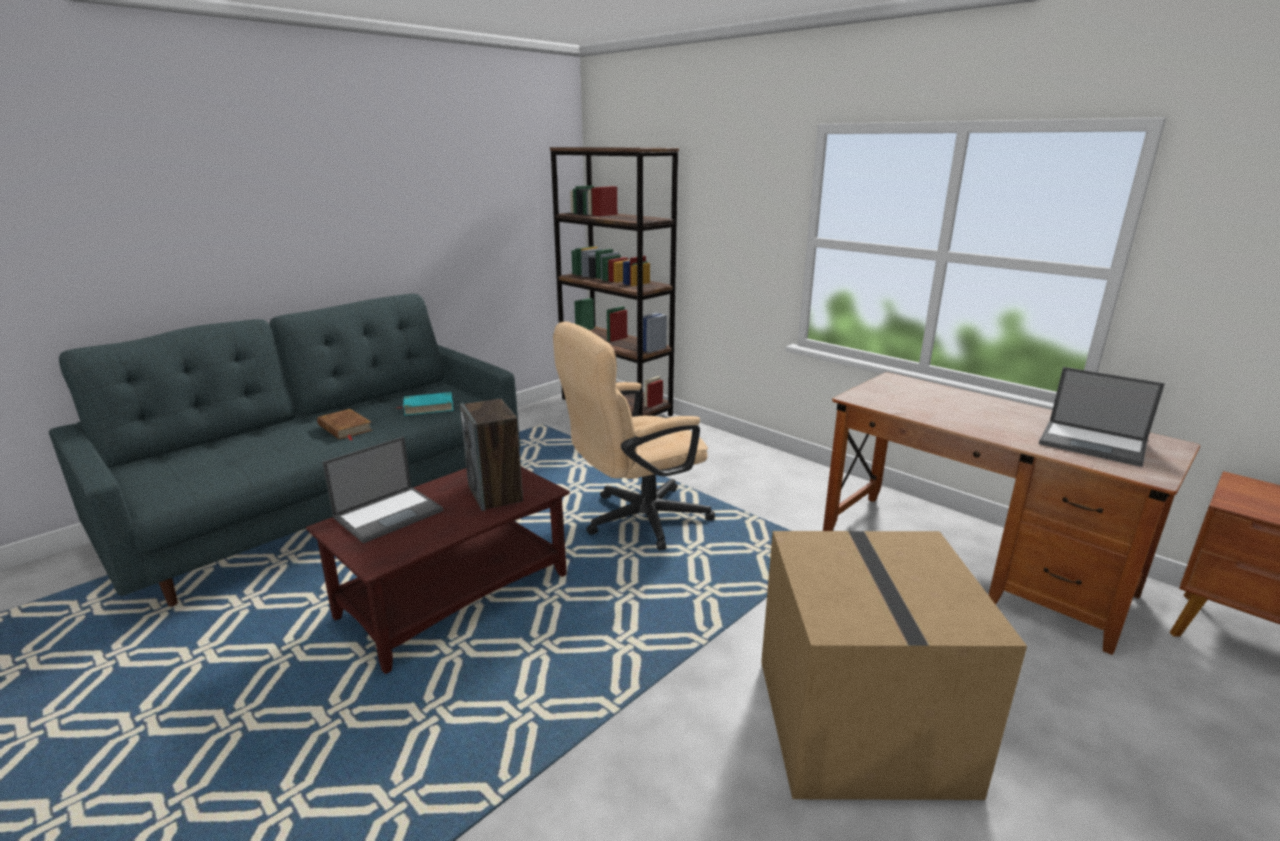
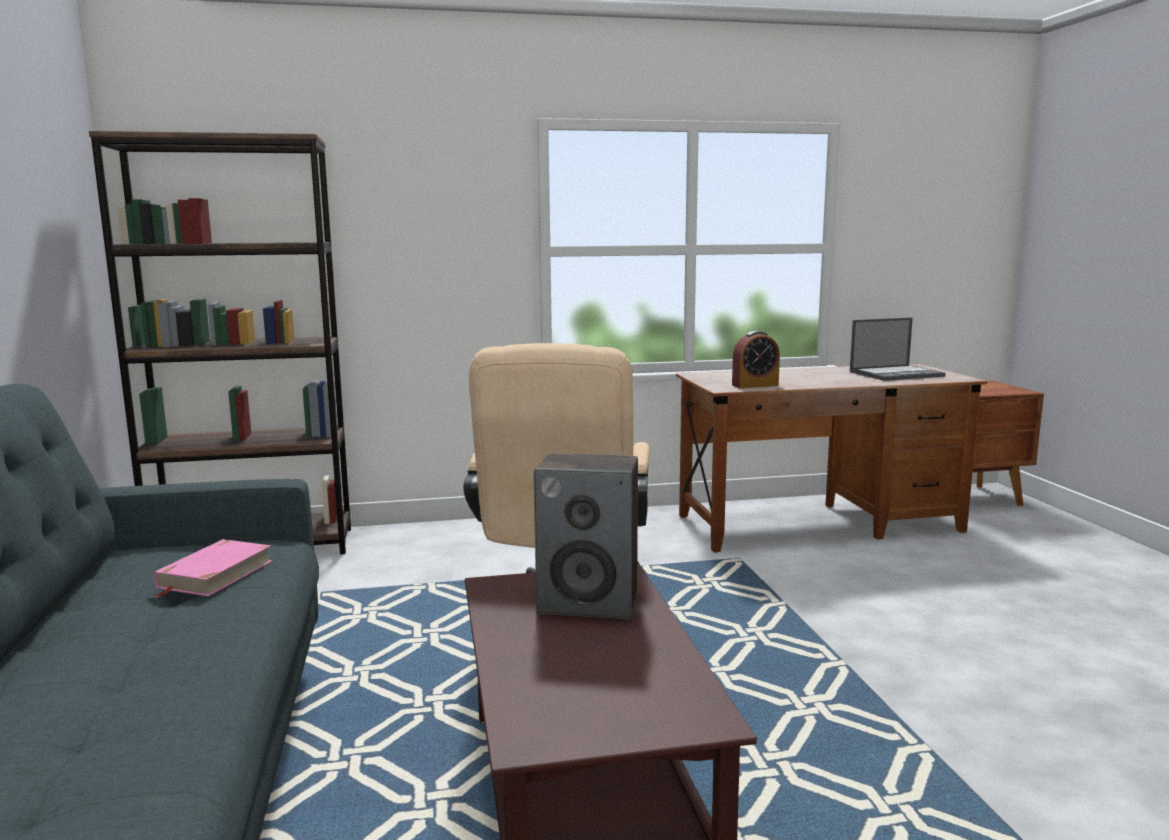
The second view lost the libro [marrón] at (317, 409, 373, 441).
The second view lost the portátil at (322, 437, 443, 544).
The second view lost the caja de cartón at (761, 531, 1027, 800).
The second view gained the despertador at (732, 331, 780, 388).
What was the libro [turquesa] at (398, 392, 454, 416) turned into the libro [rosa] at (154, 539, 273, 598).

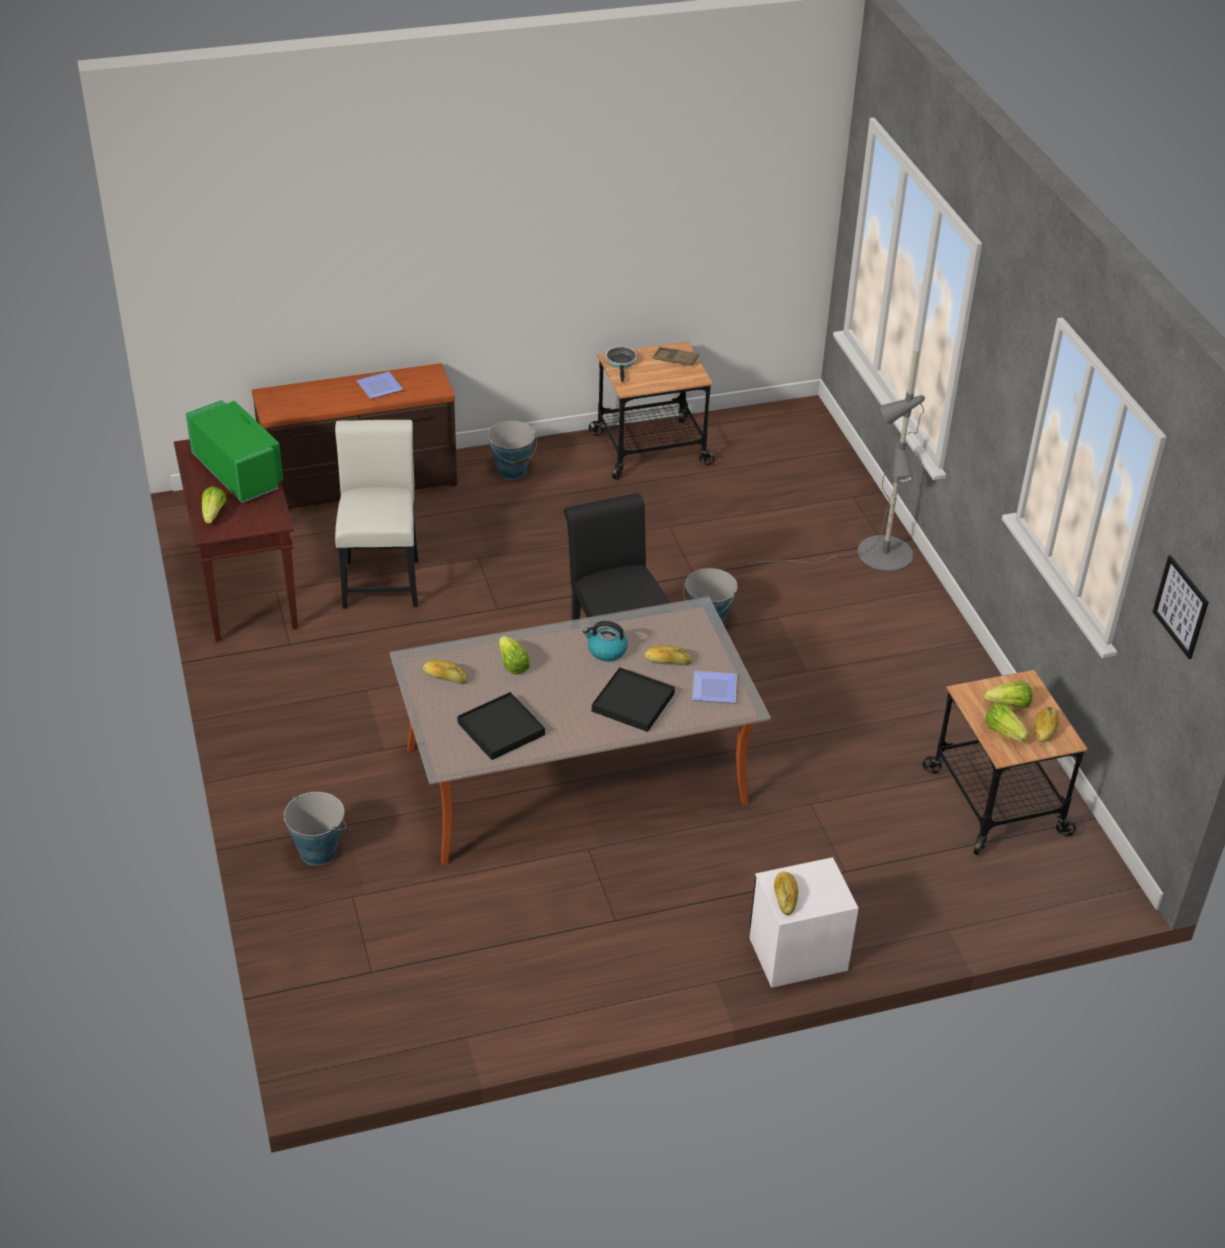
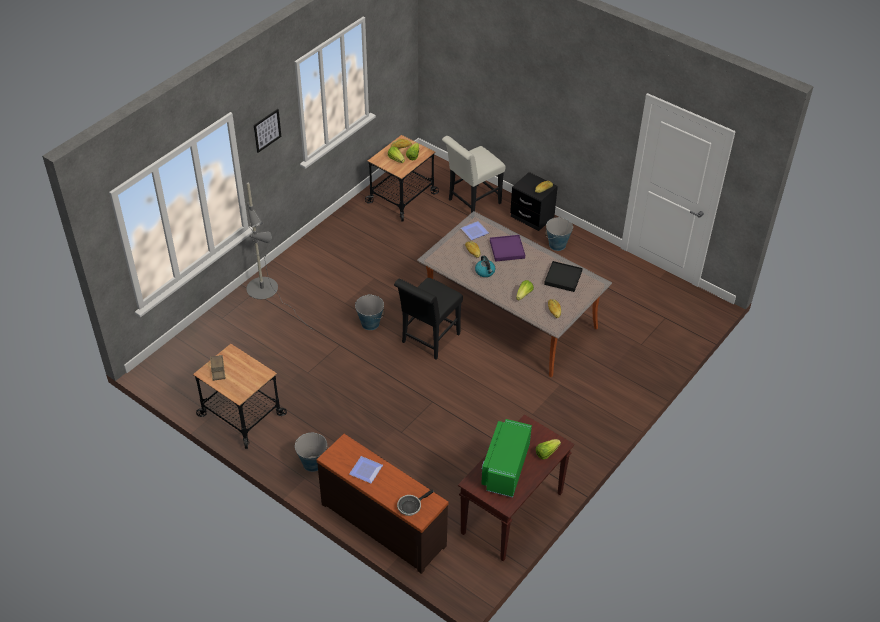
The cubo ended up elsewhere, having gone from (284, 792, 346, 865) to (545, 217, 573, 251).
The silla [blanco] ended up elsewhere, having gone from (335, 420, 418, 609) to (442, 136, 506, 213).
The sartén ended up elsewhere, having gone from (605, 346, 637, 383) to (397, 489, 434, 516).
The cuadro ended up elsewhere, having gone from (1153, 555, 1209, 659) to (254, 109, 282, 153).
What was the bandeja [negro] at (592, 667, 675, 732) turned into the bandeja [morado] at (490, 235, 525, 262).
What was the mesita de noche [blanco] at (750, 857, 859, 988) turned into the mesita de noche [negro] at (510, 172, 558, 231).

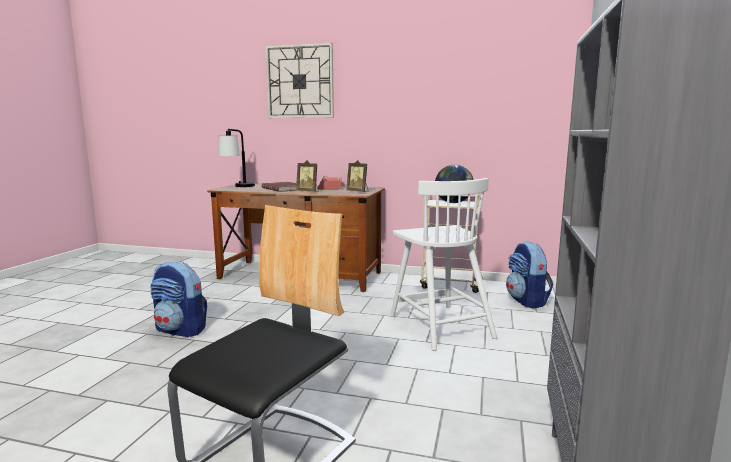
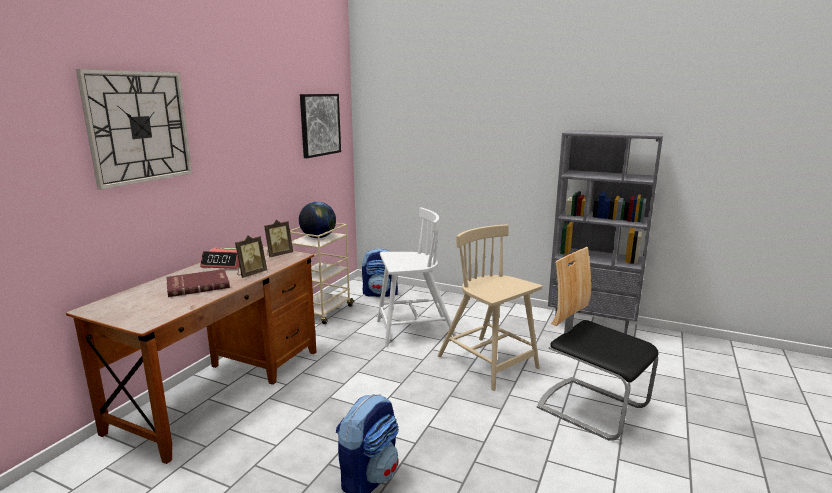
The second view lost the lámpara de mesa at (218, 129, 255, 187).
The second view gained the cuadro at (300, 94, 341, 158).
The second view gained the silla [beis] at (438, 225, 542, 391).

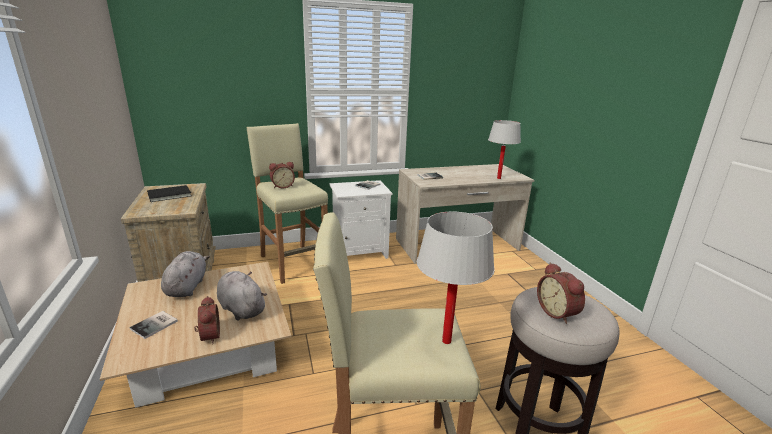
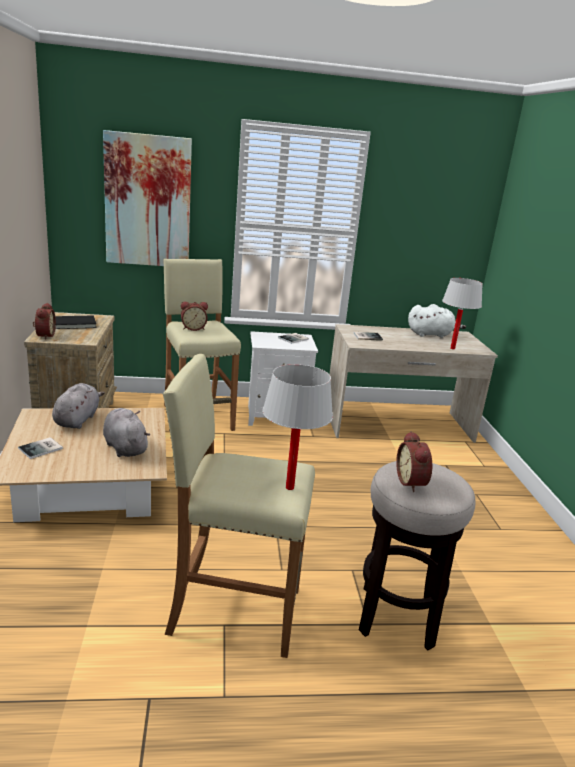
The second view gained the cuadro at (103, 130, 192, 266).
The second view gained the peluche [blanco] at (408, 304, 466, 338).
The despertador ended up elsewhere, having gone from (194, 296, 220, 344) to (33, 303, 56, 340).

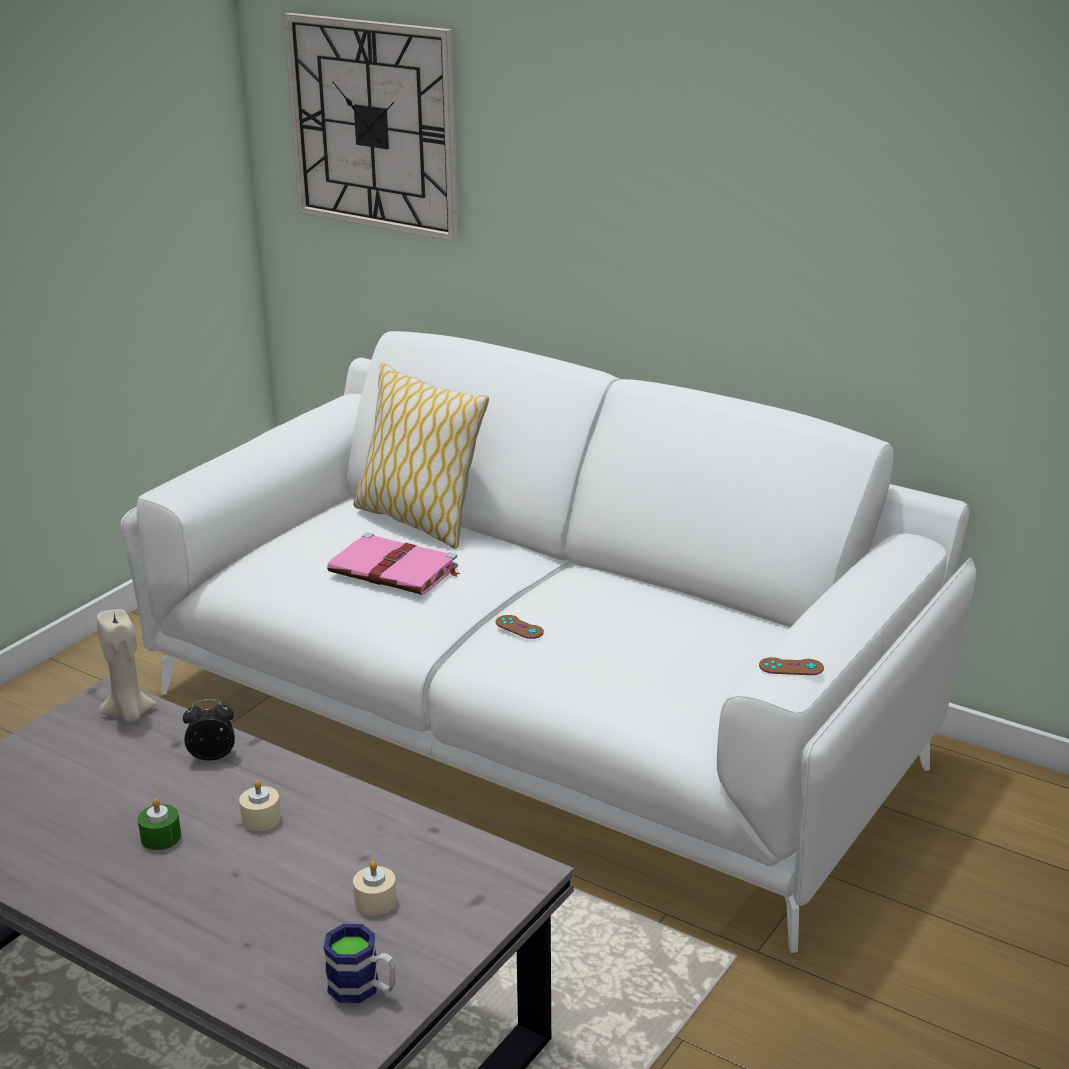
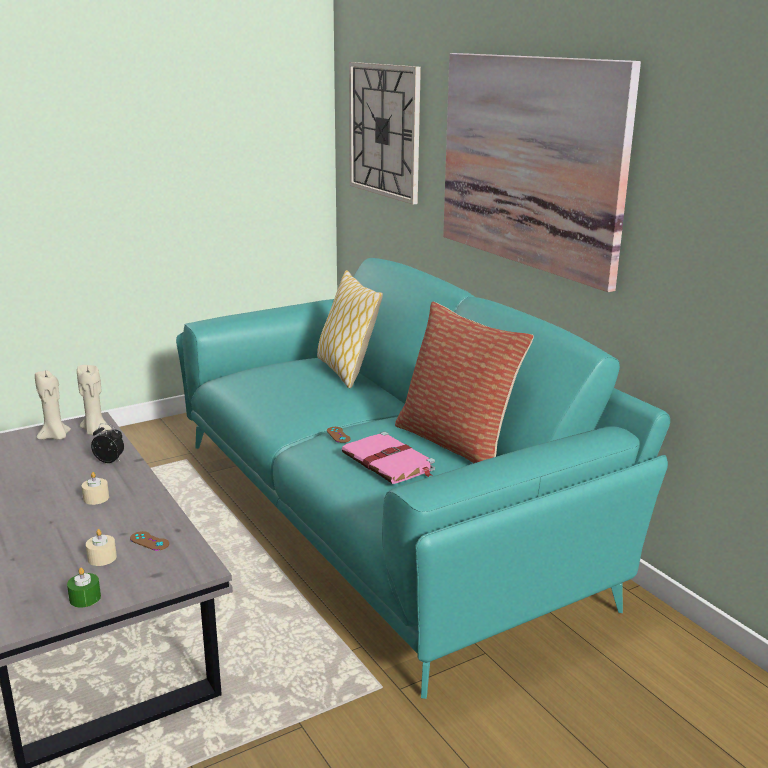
The second view lost the taza grande at (323, 924, 396, 1003).
The second view gained the vela [beis] at (35, 369, 71, 440).
The second view gained the cojín at (395, 302, 534, 463).
The second view gained the cuadro at (443, 53, 641, 292).
The vela [verde] ended up elsewhere, having gone from (138, 798, 181, 850) to (67, 568, 101, 608).
The libro [rosa] ended up elsewhere, having gone from (327, 533, 461, 595) to (342, 432, 435, 484).
The mando de consola [marrón] ended up elsewhere, having gone from (759, 657, 824, 675) to (130, 531, 169, 551).
What was the sofá [blanco] at (120, 331, 976, 953) turned into the sofá [turquesa] at (176, 258, 670, 699).

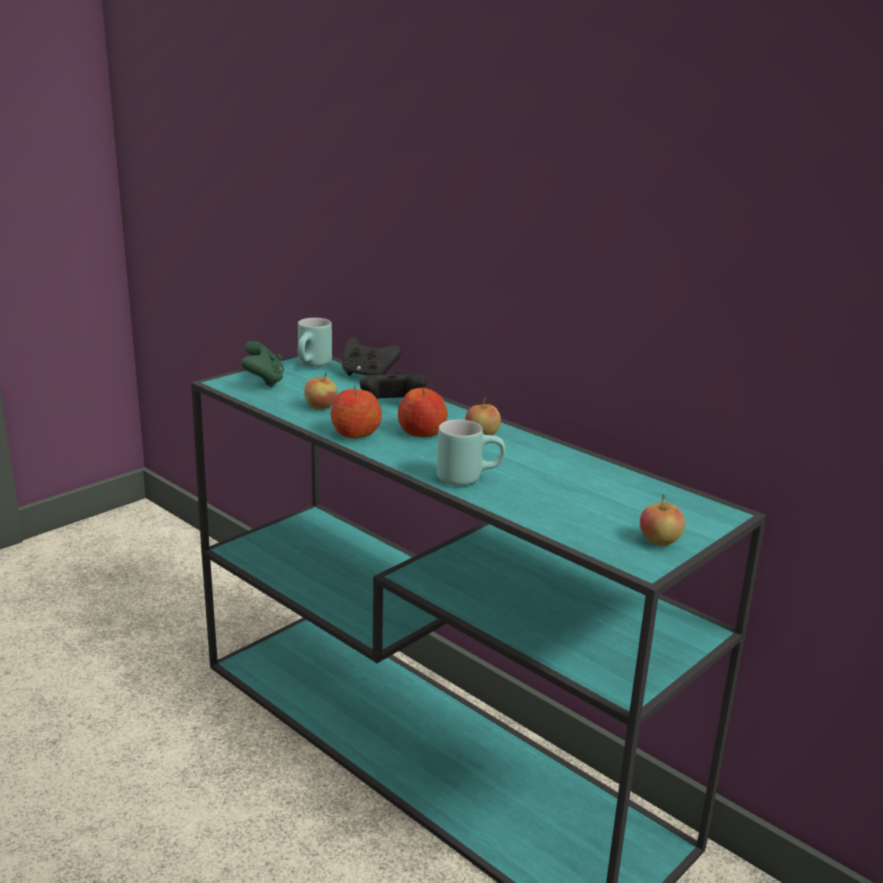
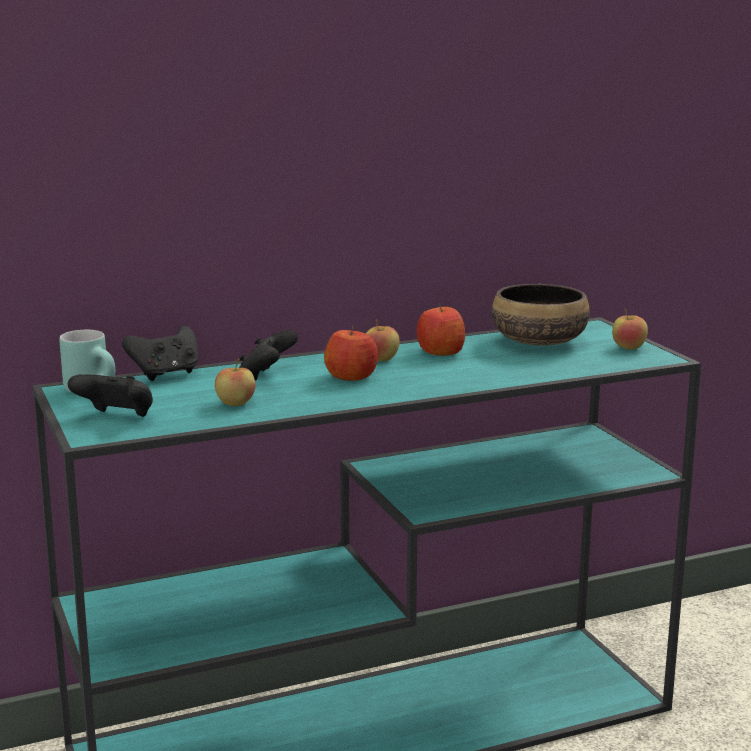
The second view lost the taza grande [turquesa] at (437, 420, 506, 486).
The second view gained the cuenco at (492, 284, 590, 346).
The manzana ended up elsewhere, having gone from (331, 386, 382, 438) to (417, 303, 465, 356).
What was the mando de consola [verde] at (241, 341, 284, 388) turned into the mando de consola [negro] at (68, 374, 153, 417).

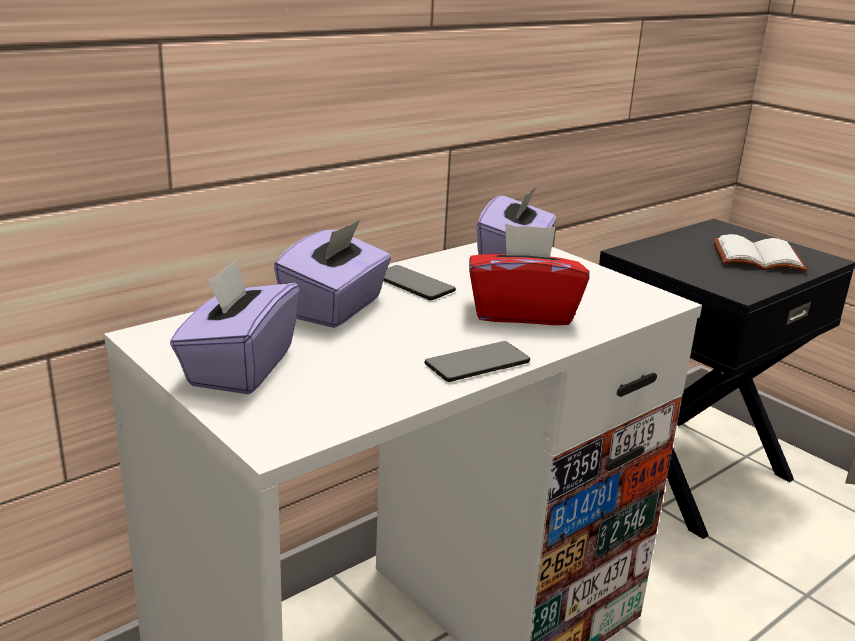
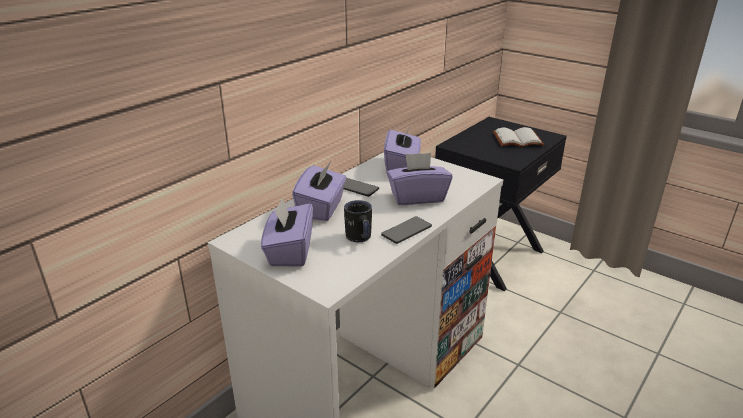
The second view gained the taza grande [negro] at (344, 200, 372, 242).
What was the caja de pañuelos [rojo] at (469, 224, 590, 325) turned into the caja de pañuelos [morado] at (387, 153, 452, 205).

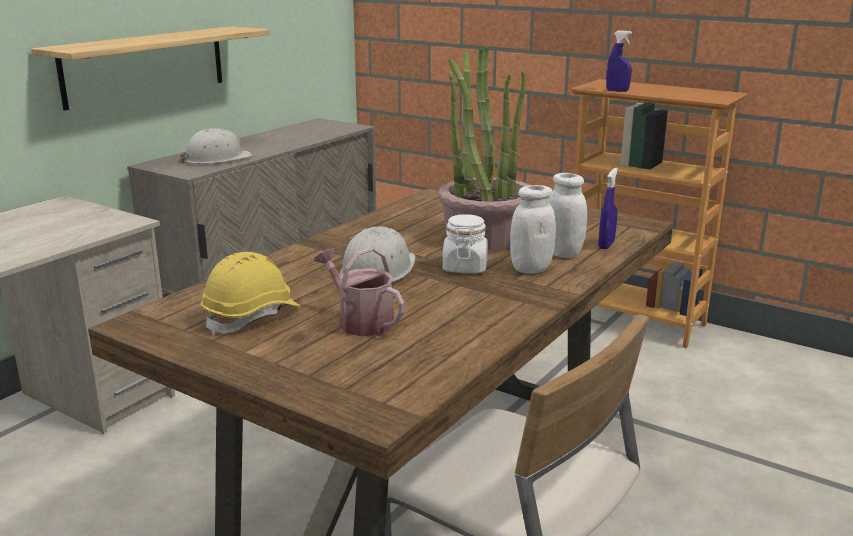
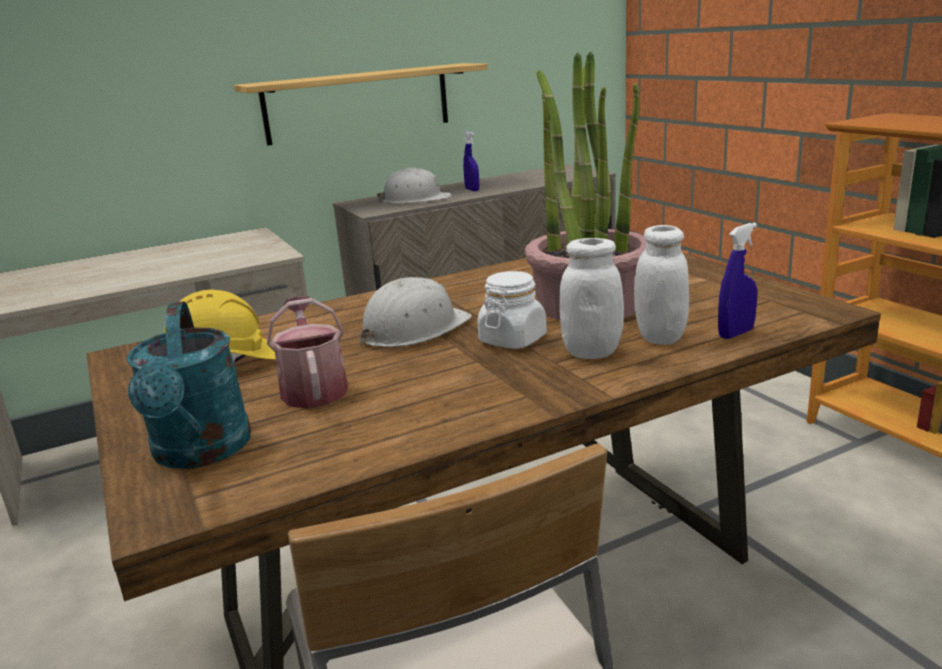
The second view gained the regadera [turquesa] at (127, 301, 251, 469).
The pulverizador [azul] ended up elsewhere, having gone from (606, 30, 632, 92) to (463, 131, 479, 191).

